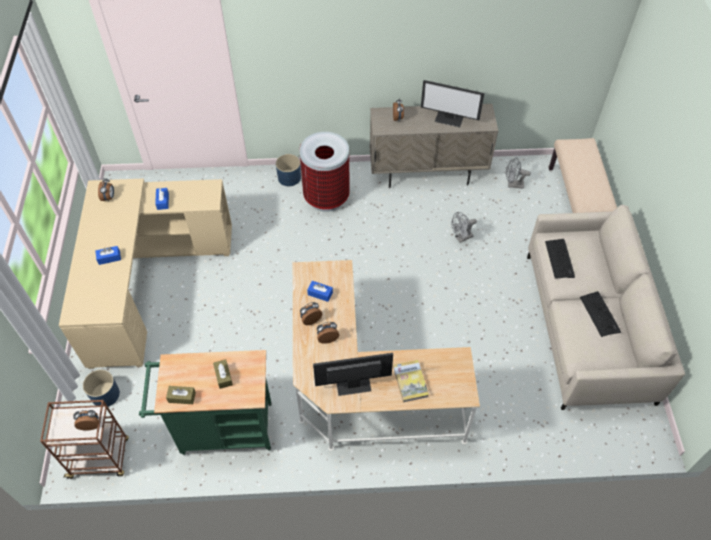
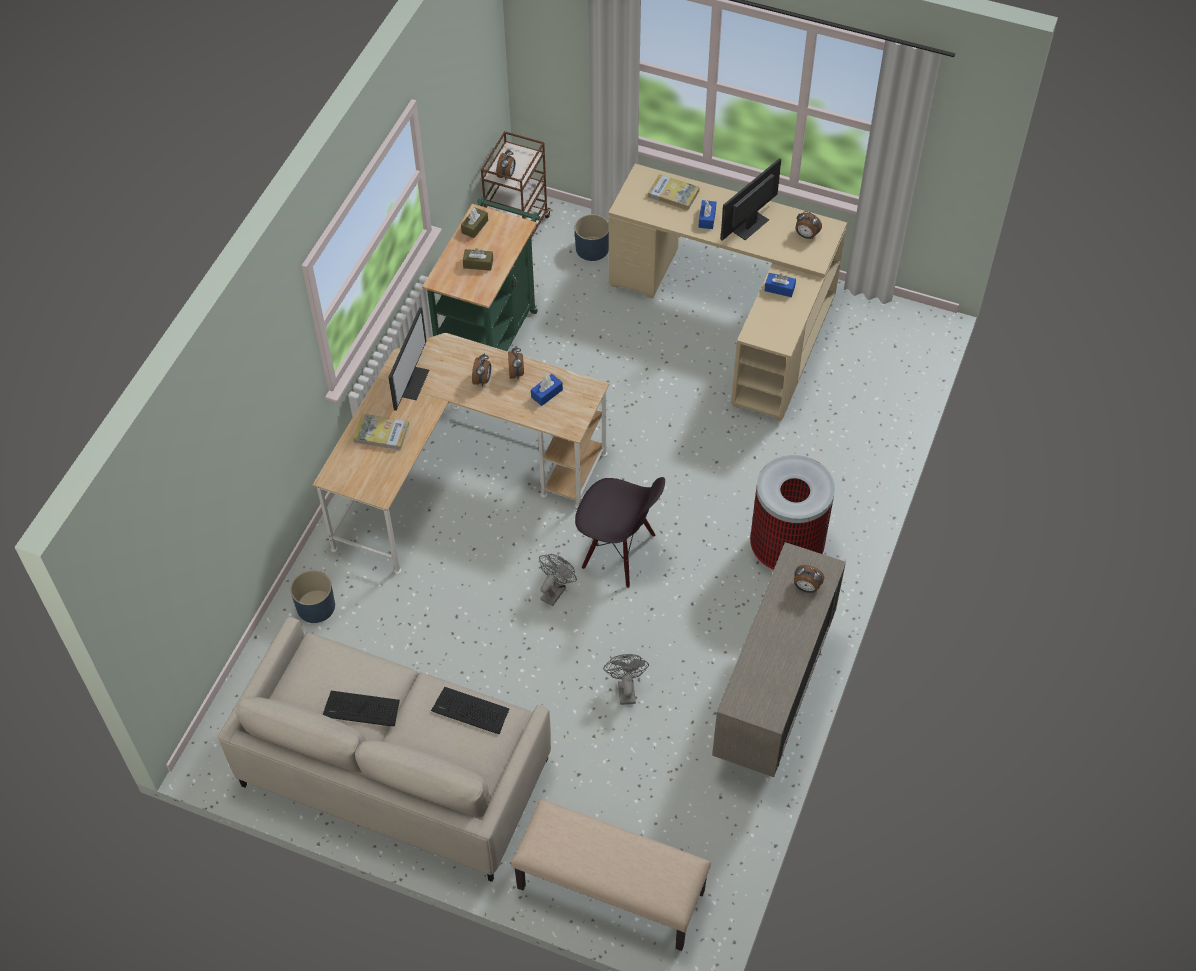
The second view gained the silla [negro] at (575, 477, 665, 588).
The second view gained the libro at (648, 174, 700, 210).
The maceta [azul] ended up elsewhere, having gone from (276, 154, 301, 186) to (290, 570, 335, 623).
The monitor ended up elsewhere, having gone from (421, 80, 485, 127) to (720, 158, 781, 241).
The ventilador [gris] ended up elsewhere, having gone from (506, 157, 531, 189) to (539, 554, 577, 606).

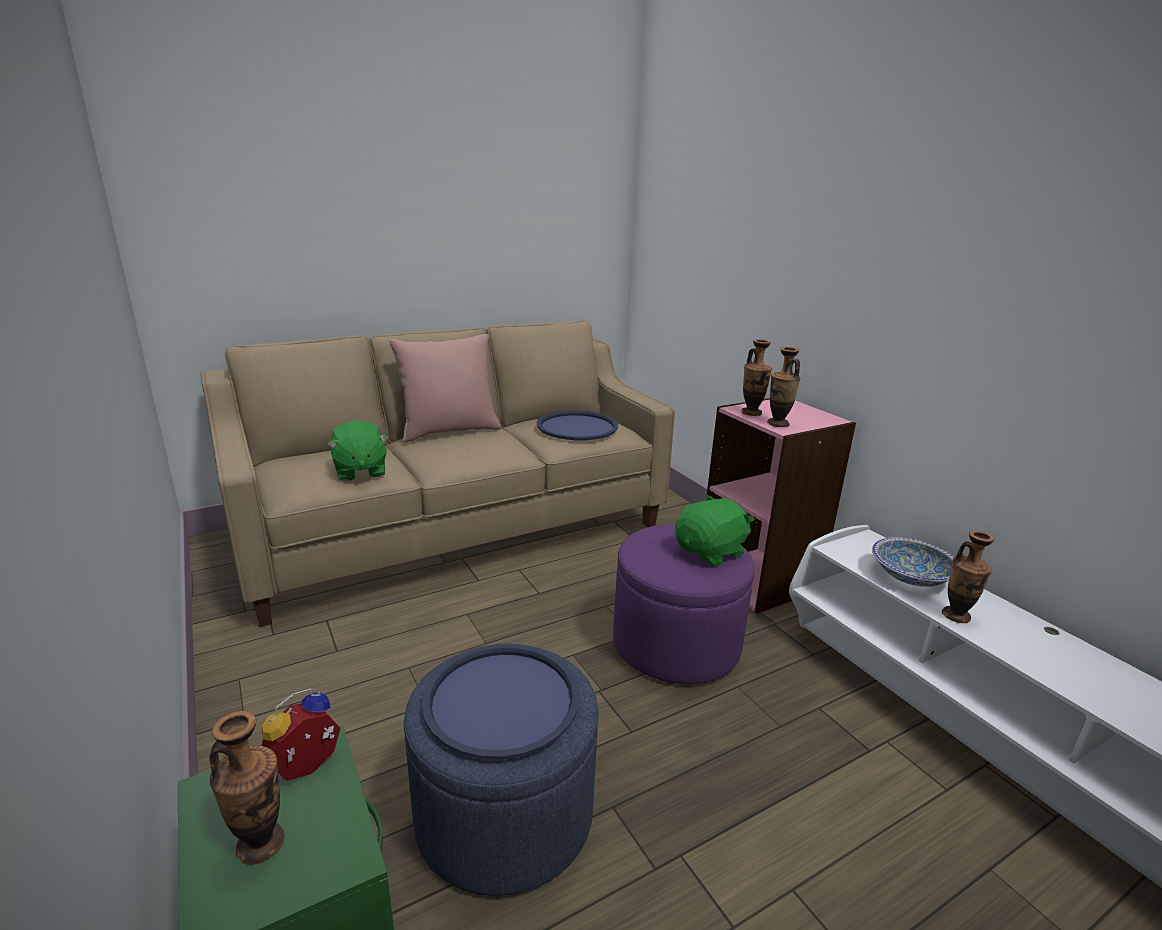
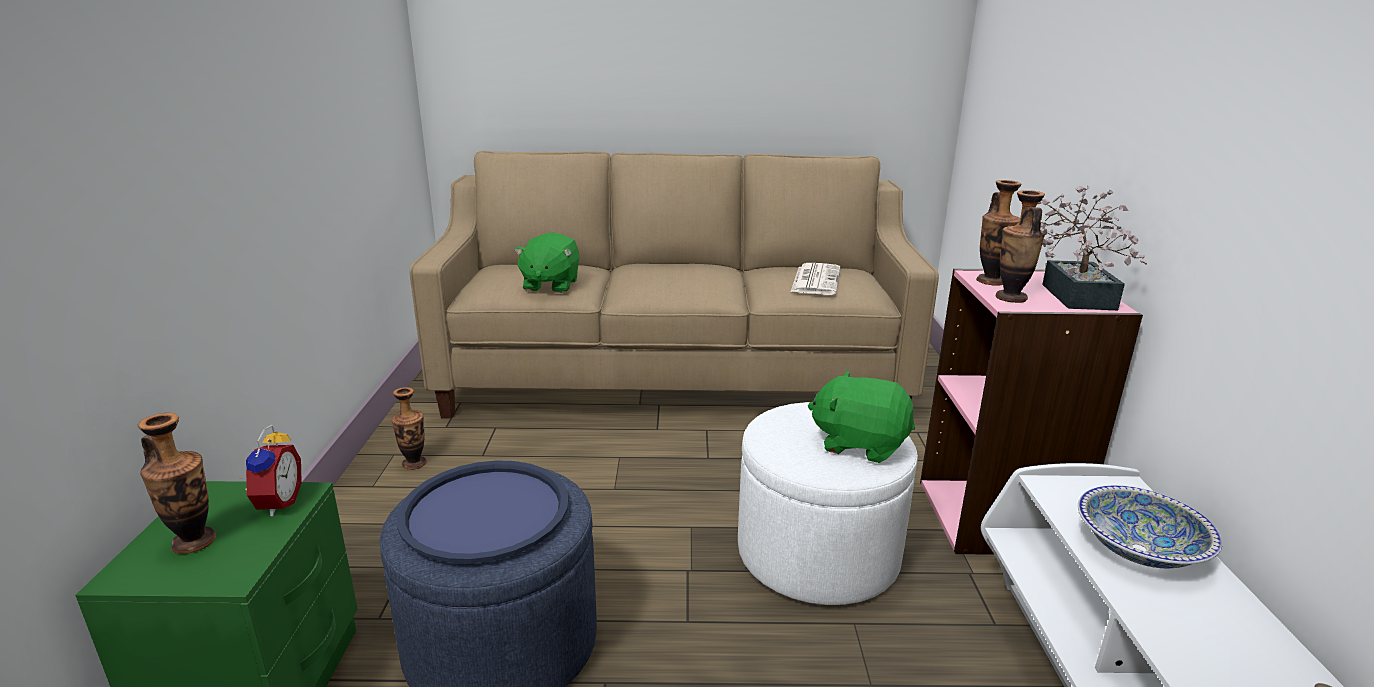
The second view lost the cojín [rosa] at (389, 334, 501, 443).
The second view gained the planta en maceta at (1038, 186, 1147, 310).
The florero ended up elsewhere, having gone from (942, 531, 995, 623) to (392, 387, 427, 470).
Where the bandeja [azul] stood at (537, 410, 618, 440), the periódico came to stand at (791, 263, 840, 295).
What was the puf [morado] at (613, 524, 755, 684) turned into the puf [blanco] at (738, 402, 918, 605).
The despertador at (261, 688, 340, 781) ended up facing another way, 105 degrees clockwise from before.
The peluche [verde] at (675, 495, 755, 566) ended up facing another way, 150 degrees counterclockwise from before.

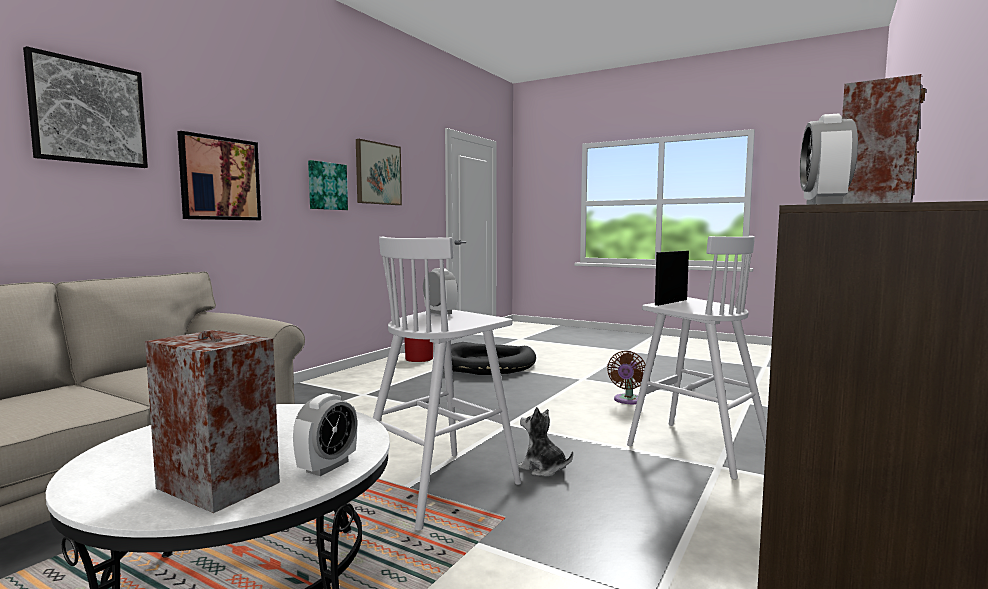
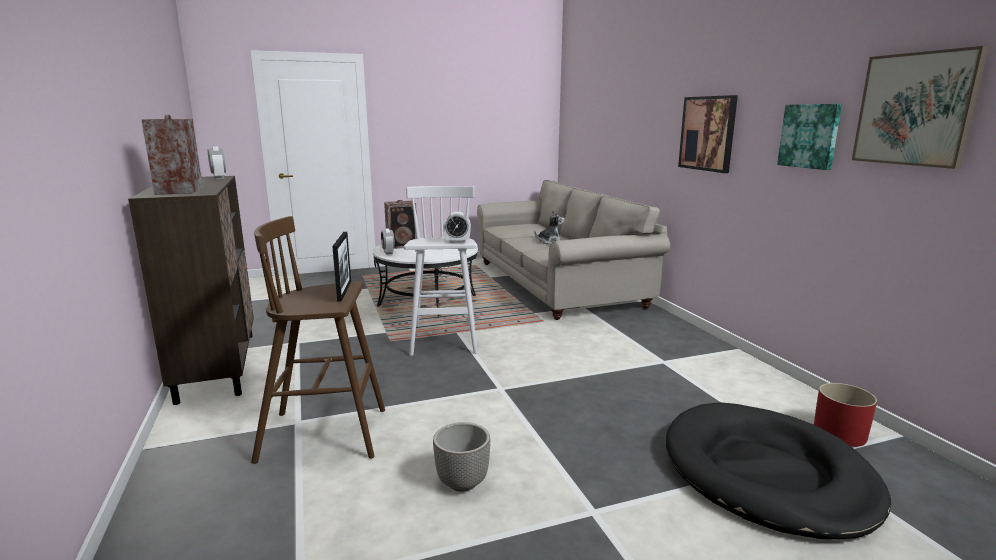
The second view lost the cuadro at (23, 46, 148, 168).
The peluche ended up elsewhere, having gone from (518, 407, 573, 477) to (534, 210, 565, 244).
Where the ventilador [marrón] stood at (607, 351, 646, 404), the maceta came to stand at (433, 422, 491, 492).
What was the taburete [blanco] at (627, 236, 767, 480) turned into the taburete [marrón] at (251, 216, 385, 464).

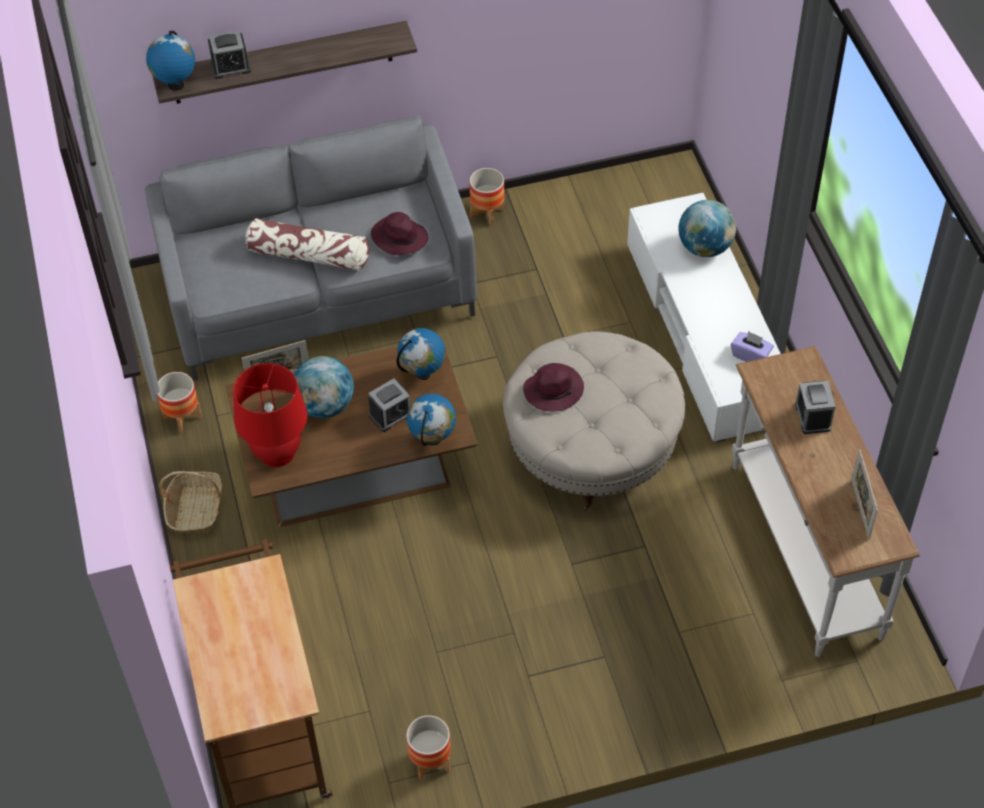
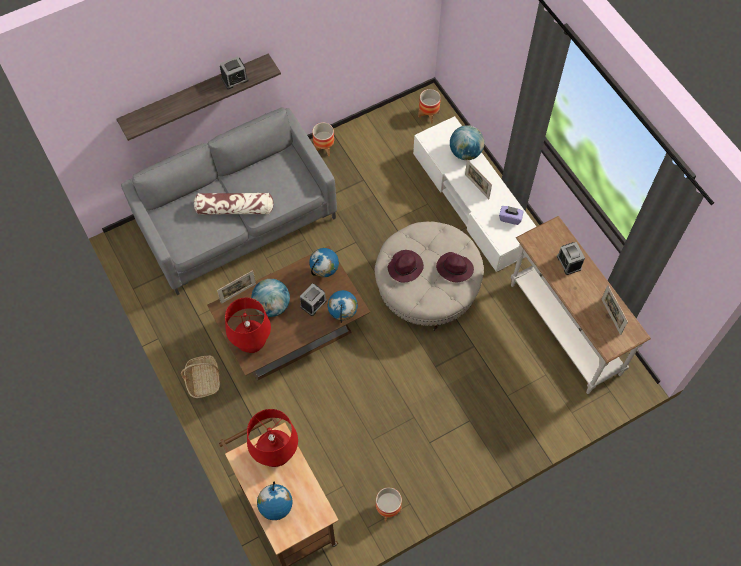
The second view gained the lámpara de mesa [rojo] at (247, 409, 298, 467).
The second view gained the portarretratos at (465, 159, 492, 199).
The globo terráqueo ended up elsewhere, having gone from (146, 31, 195, 91) to (257, 481, 292, 520).
The maceta ended up elsewhere, having gone from (157, 372, 202, 433) to (418, 89, 441, 123).
The despertador ended up elsewhere, having gone from (208, 30, 251, 79) to (220, 56, 249, 90).
The sombrero [morado] ended up elsewhere, having gone from (371, 212, 428, 255) to (436, 252, 474, 282).

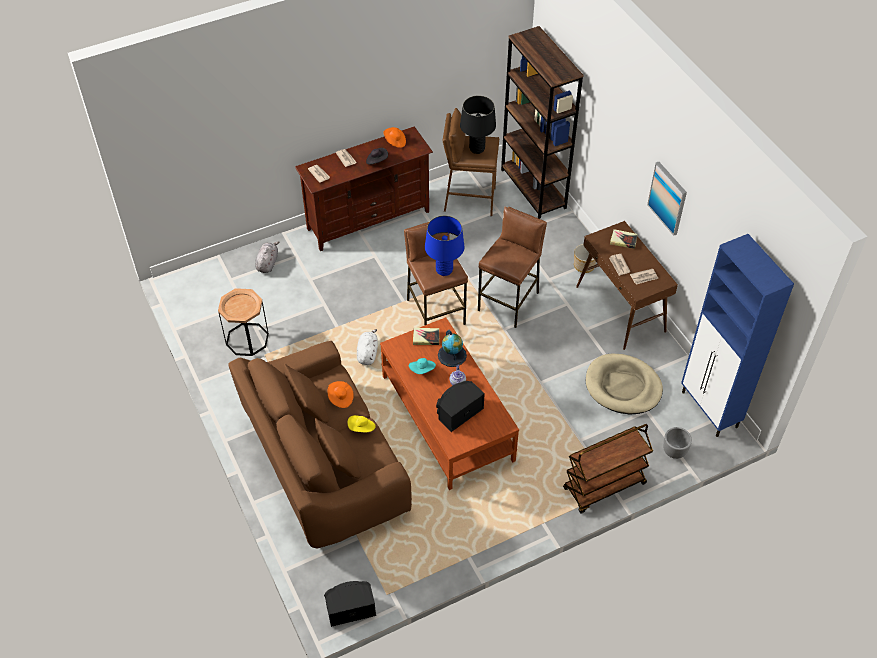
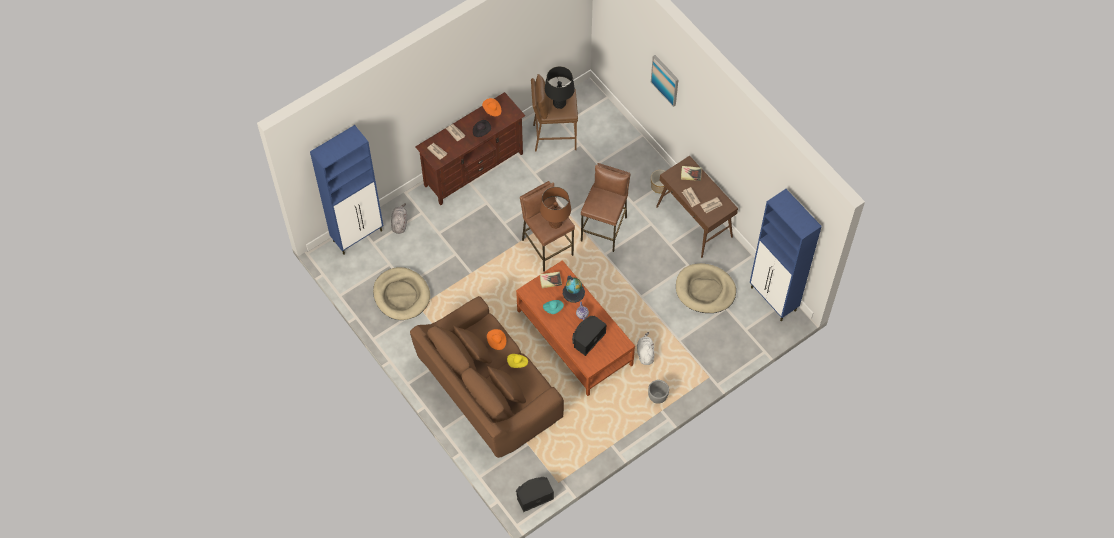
The second view lost the estantería [marrón] at (501, 26, 584, 219).
The second view lost the carrito [marrón] at (563, 424, 653, 513).
The second view gained the armario [azul] at (310, 125, 383, 255).
The peluche [blanco] ended up elsewhere, having gone from (357, 329, 378, 365) to (637, 332, 654, 365).
The cuadro ended up elsewhere, having gone from (647, 162, 687, 236) to (651, 55, 679, 107).
The maceta [gris] ended up elsewhere, having gone from (663, 427, 692, 459) to (648, 380, 669, 404).
Where the mesa auxiliar [marrón] stood at (218, 288, 269, 356), the cama para perro [beis] came to stand at (373, 267, 430, 320).
What was the lámpara de mesa [azul] at (425, 216, 464, 276) turned into the lámpara de mesa [marrón] at (540, 187, 571, 229).

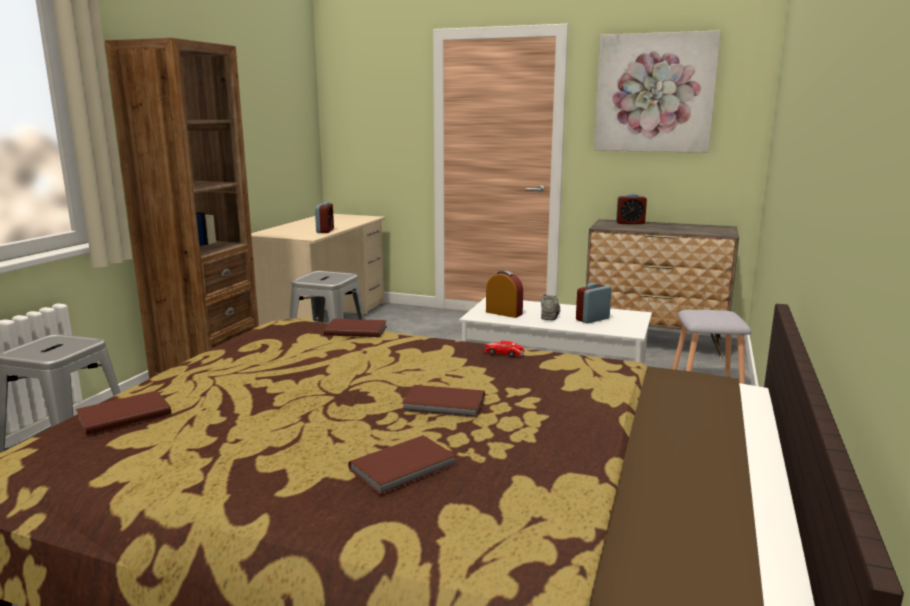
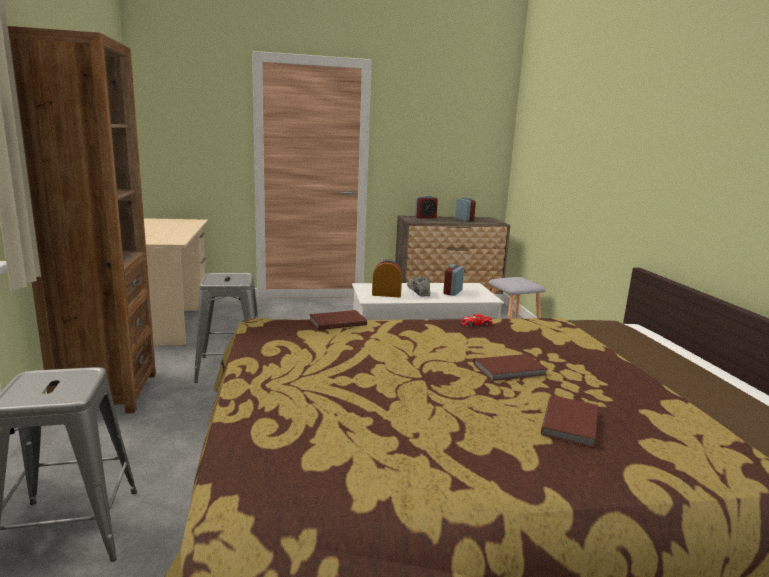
The second view lost the libro [marrón] at (76, 391, 171, 435).
The second view lost the cuadro at (594, 30, 721, 153).
The despertador ended up elsewhere, having gone from (315, 202, 334, 233) to (455, 197, 476, 221).

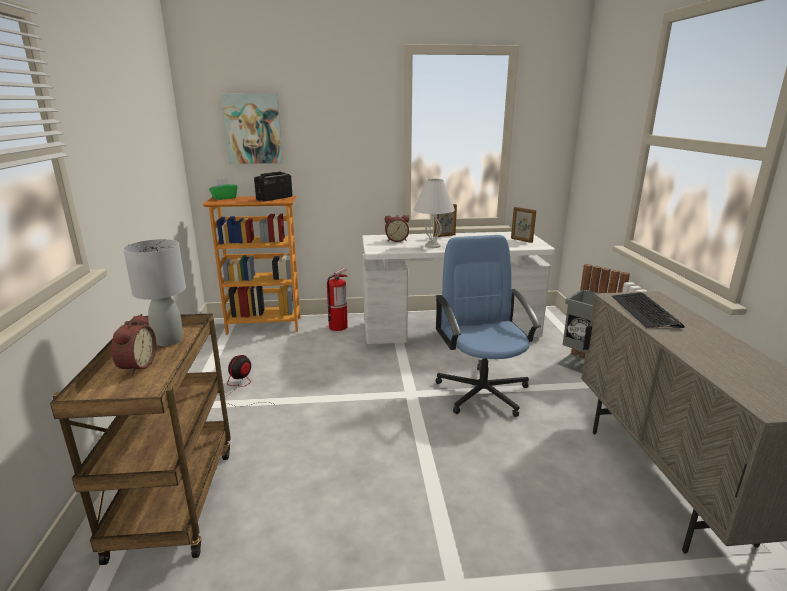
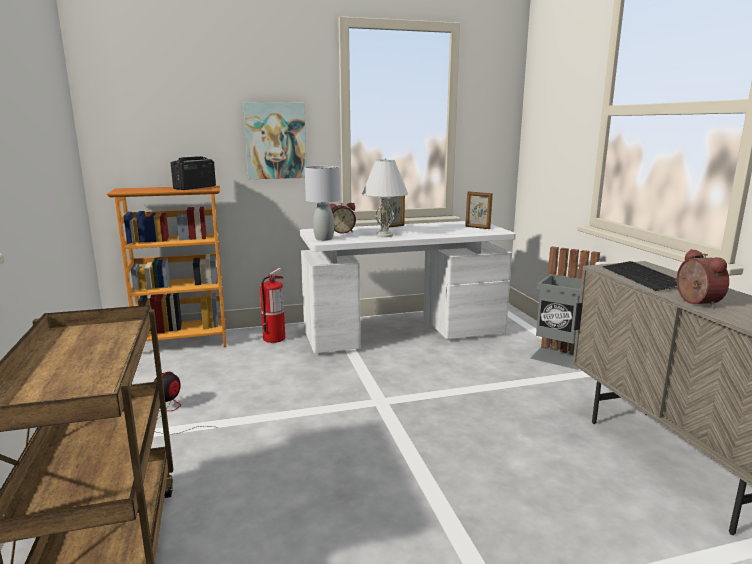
The second view lost the caja de pañuelos [verde] at (209, 178, 238, 200).
The second view lost the silla de oficina [azul] at (435, 235, 541, 417).
The despertador ended up elsewhere, having gone from (111, 314, 156, 375) to (677, 249, 729, 308).
The lámpara de mesa [gris] ended up elsewhere, having gone from (123, 239, 186, 346) to (305, 166, 340, 241).
The cuadro ended up elsewhere, having gone from (221, 93, 283, 164) to (243, 102, 307, 179).

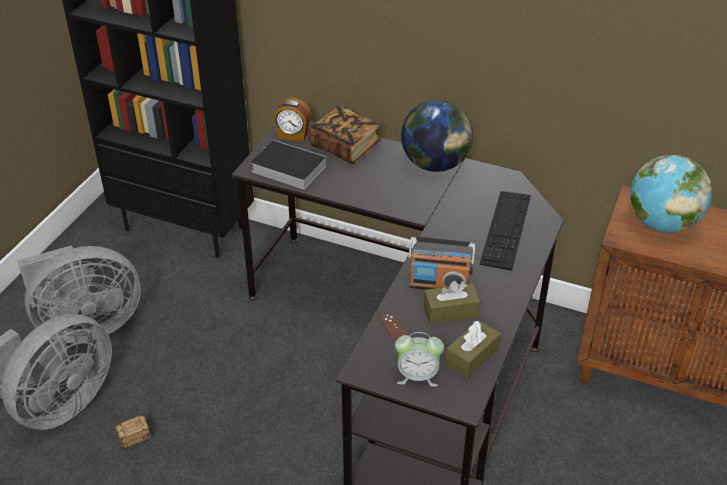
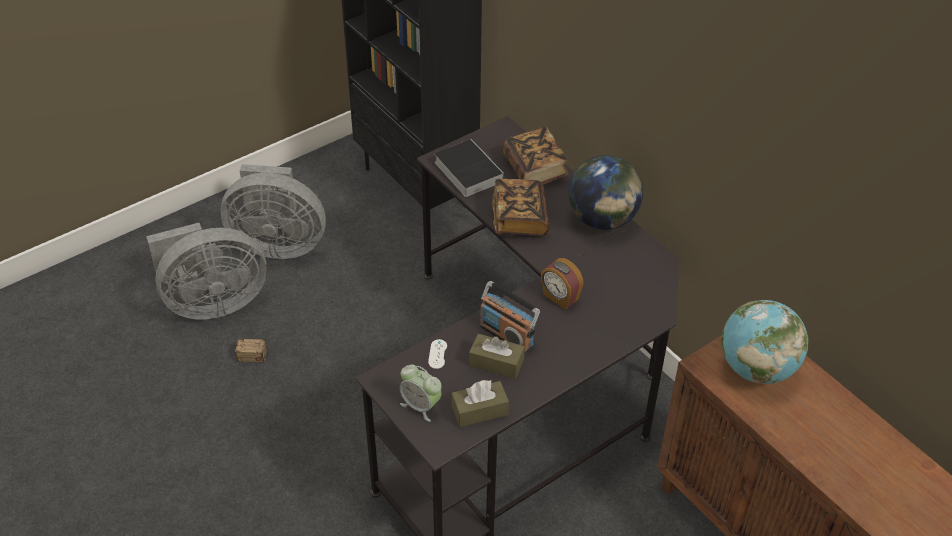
The second view lost the teclado at (479, 191, 531, 271).
The second view gained the libro at (492, 179, 550, 238).
The despertador ended up elsewhere, having gone from (274, 98, 311, 142) to (541, 258, 584, 310).
What was the mando de consola [marrón] at (380, 312, 407, 340) turned into the mando de consola [blanco] at (428, 339, 447, 369).

